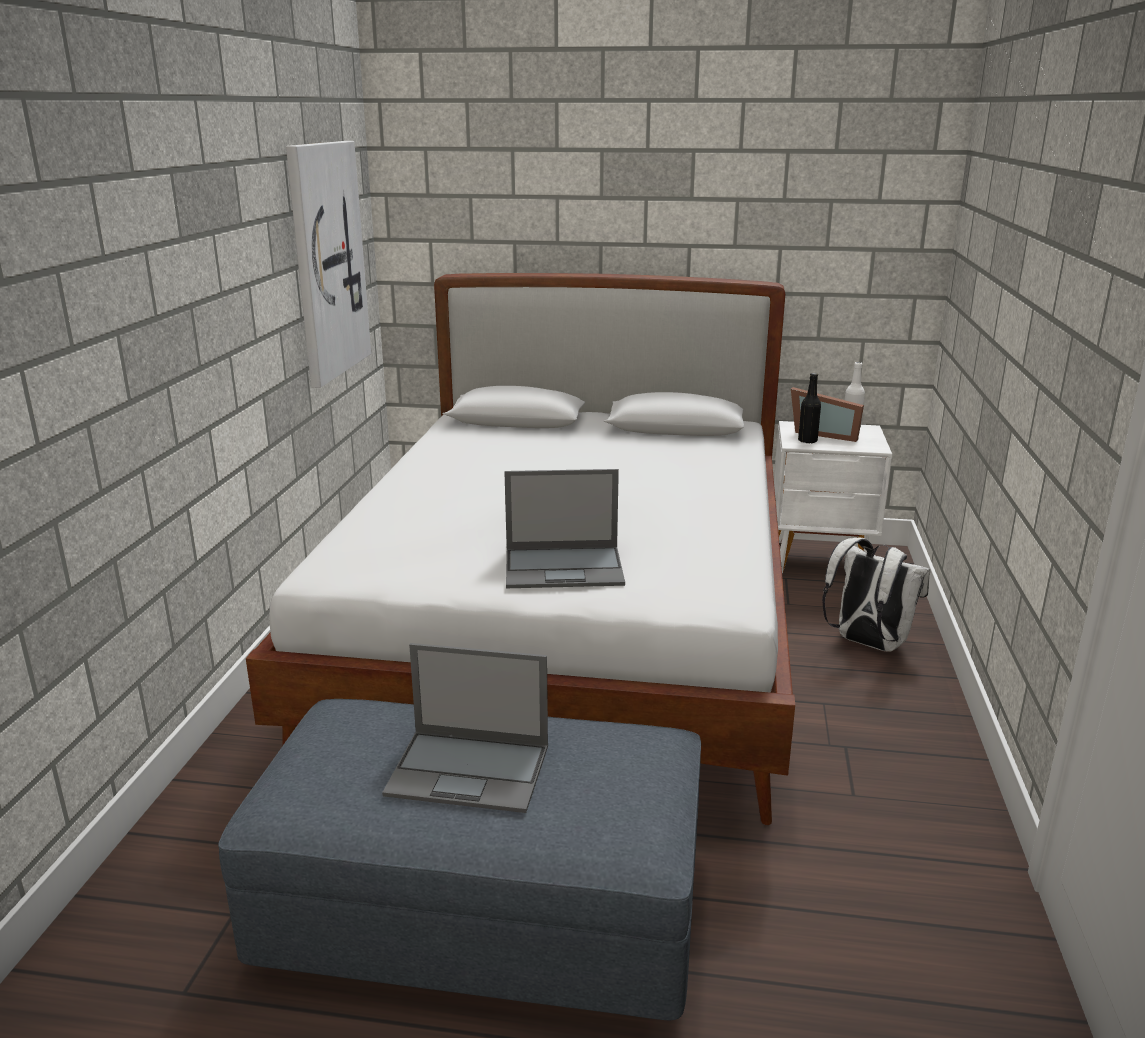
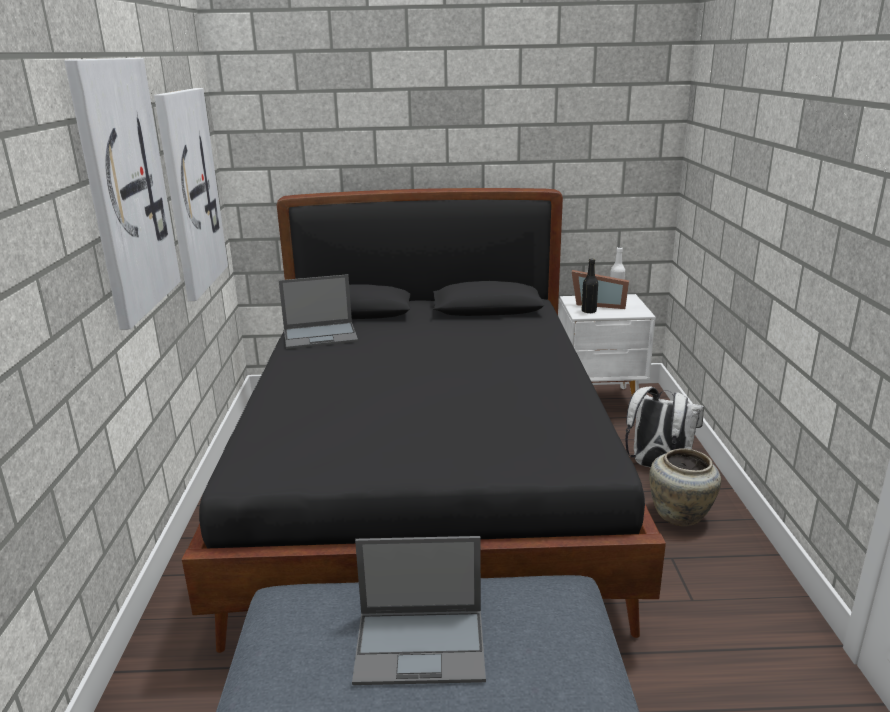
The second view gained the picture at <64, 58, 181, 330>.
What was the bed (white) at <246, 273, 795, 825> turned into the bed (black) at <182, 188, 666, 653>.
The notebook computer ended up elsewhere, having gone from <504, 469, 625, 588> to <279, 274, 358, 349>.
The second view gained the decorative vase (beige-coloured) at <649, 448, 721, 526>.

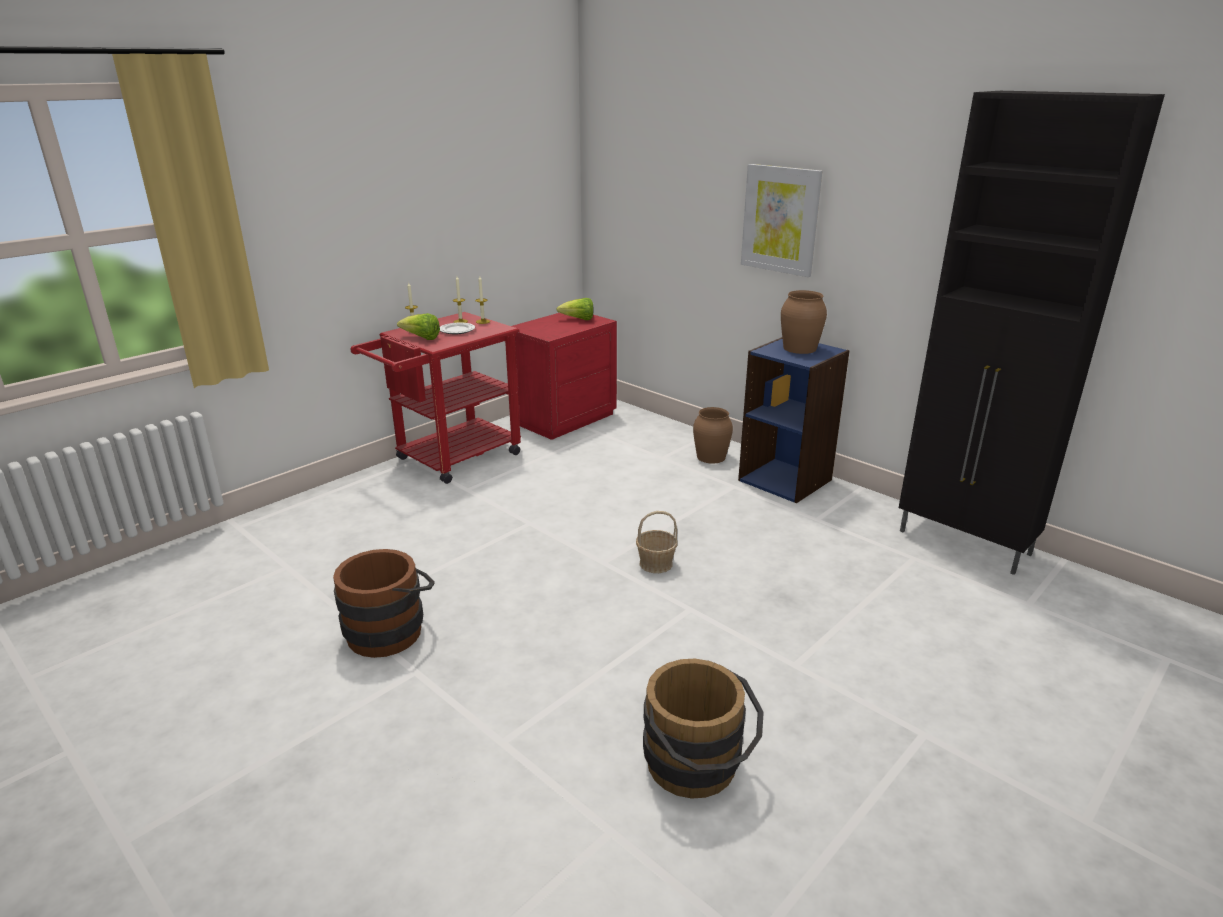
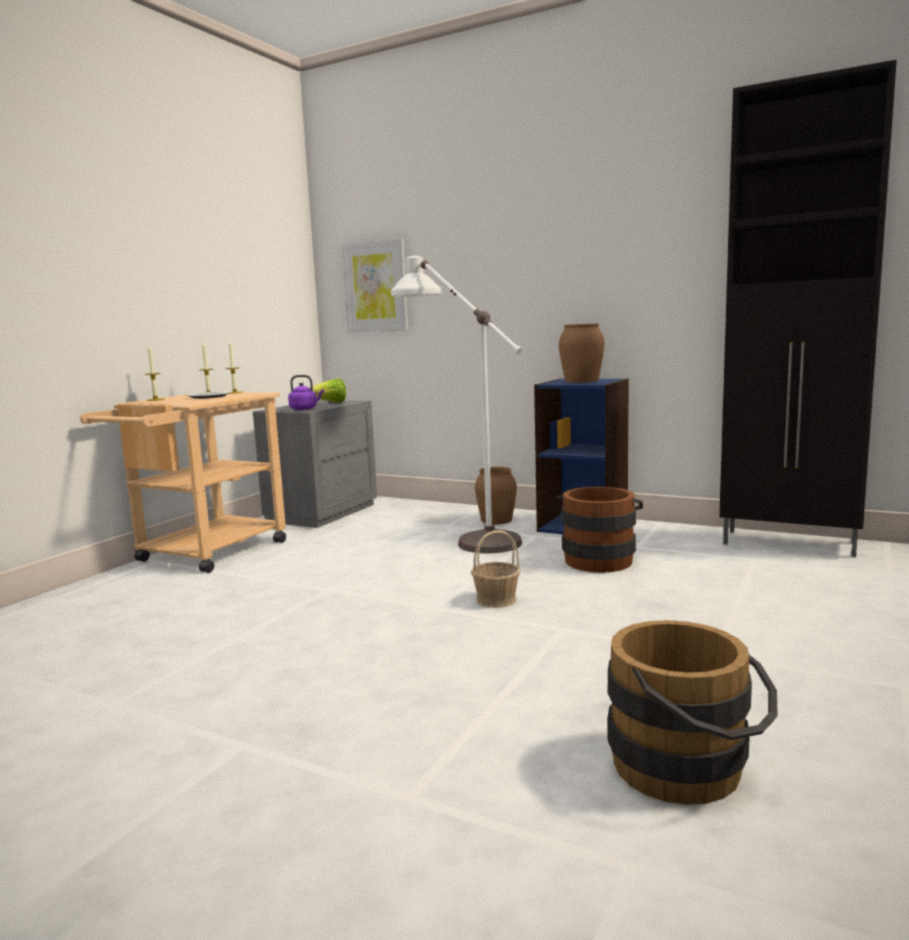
What was the cart (reddish) at <350, 312, 521, 484> turned into the cart (beige-coloured) at <80, 392, 286, 573>.
What was the night table (reddish) at <512, 313, 617, 440> turned into the night table (grey) at <253, 400, 377, 528>.
The second view gained the water kettle (purple) at <288, 375, 324, 410>.
The picture ended up elsewhere, having gone from <741, 164, 822, 277> to <342, 238, 408, 332>.
The second view gained the standing lamp (white) at <391, 256, 522, 553>.
The water bucket (brown-coloured) ended up elsewhere, having gone from <333, 549, 435, 658> to <557, 487, 643, 573>.
The second view lost the lettuce head at <397, 313, 440, 340>.

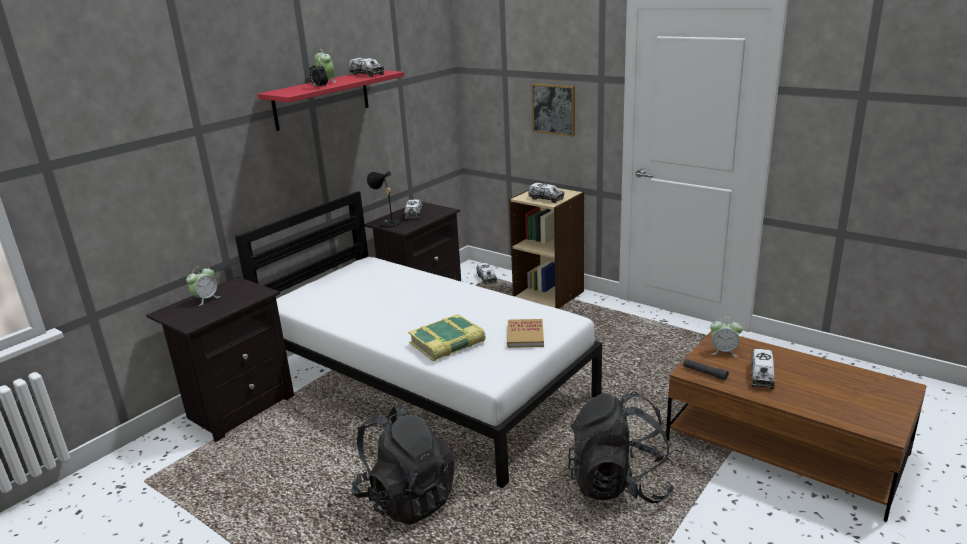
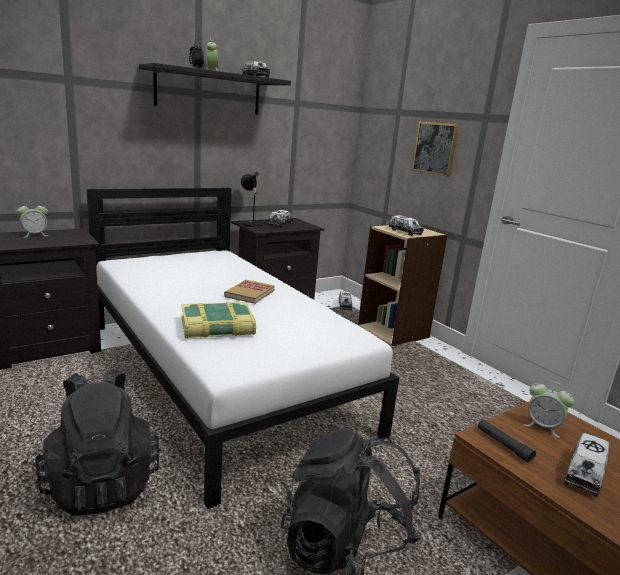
What was the bracket shelf (reddish) at <257, 70, 404, 131> turned into the bracket shelf (black) at <139, 63, 291, 114>.
The bound book ended up elsewhere, having gone from <507, 319, 544, 348> to <224, 280, 275, 304>.

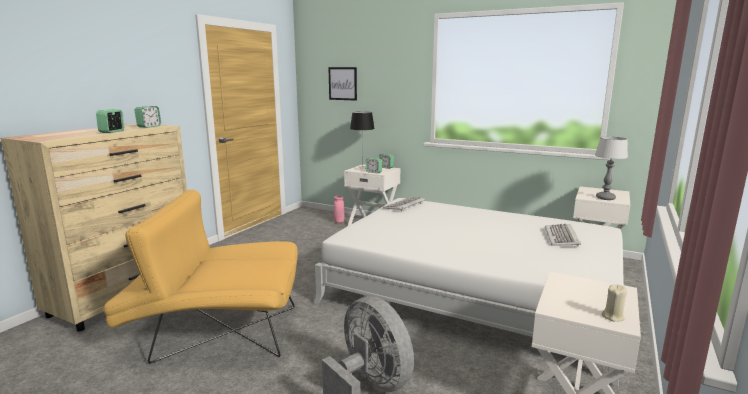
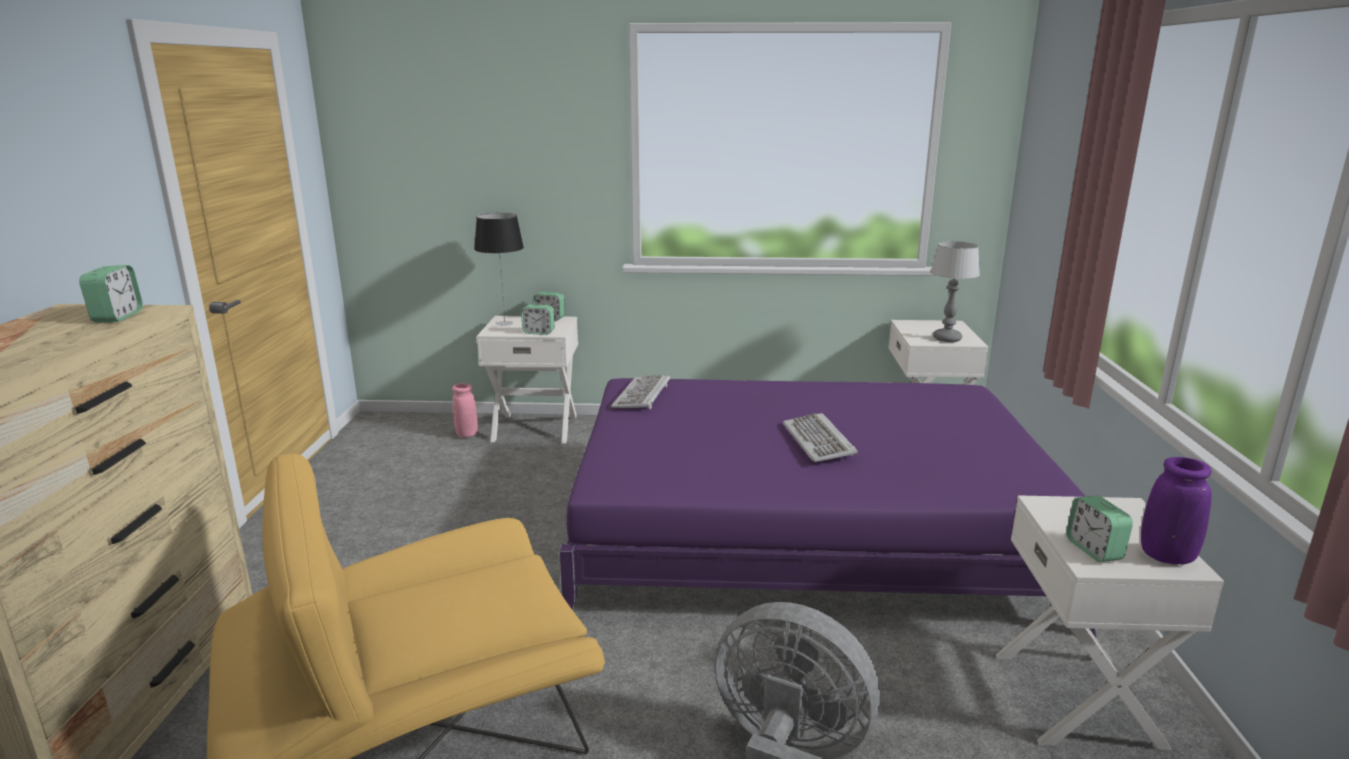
What was the bed (white) at <313, 198, 624, 387> turned into the bed (purple) at <559, 378, 1097, 638>.
The PC keyboard ended up elsewhere, having gone from <545, 224, 581, 247> to <783, 413, 858, 462>.
The bedside clock ended up elsewhere, having gone from <96, 109, 124, 133> to <1066, 495, 1133, 562>.
Where the wax light (beige-coloured) stood at <601, 284, 627, 322>, the decorative vase (purple) came to stand at <1141, 457, 1212, 564>.
The second view lost the picture at <328, 67, 357, 101>.

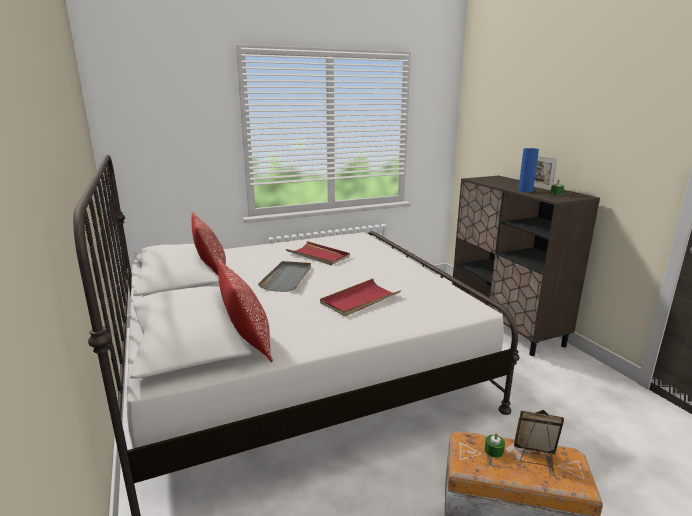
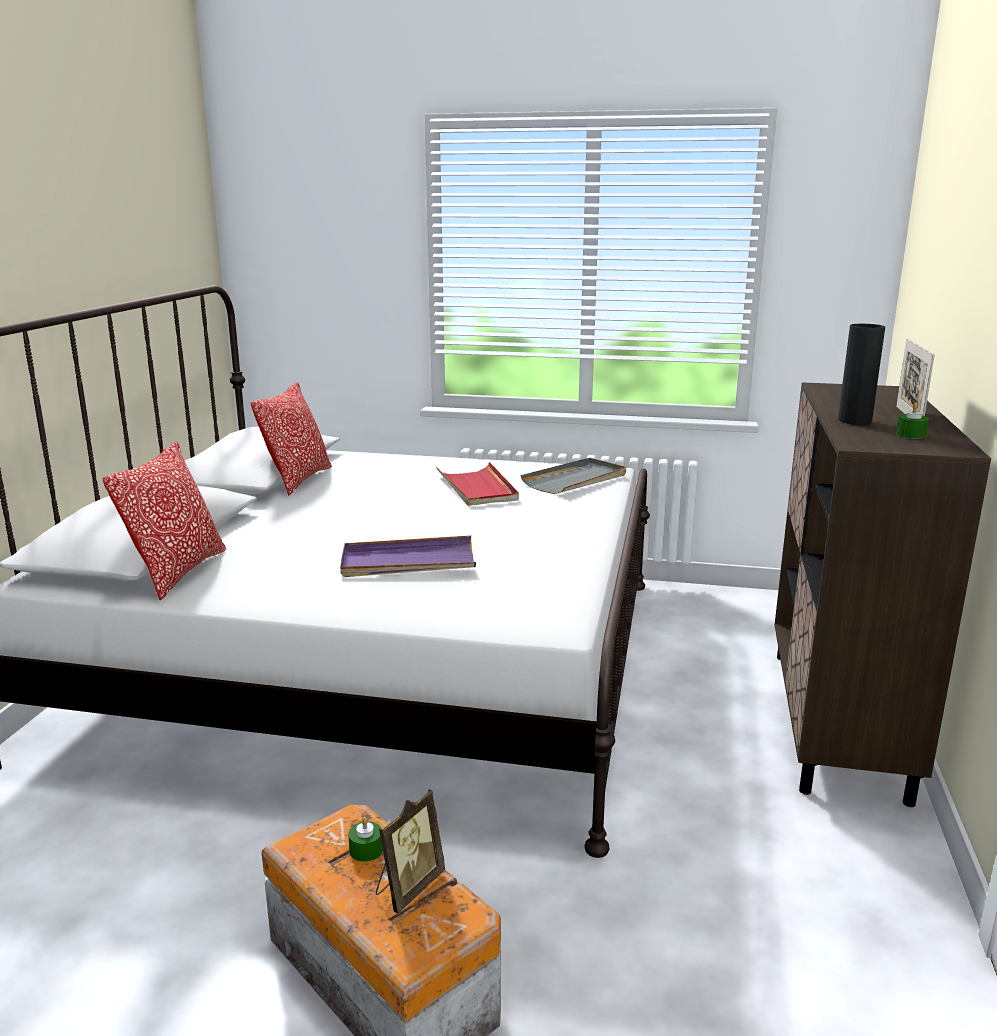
What was the carrying tray (reddish) at <320, 278, 401, 317> turned into the carrying tray (purple) at <340, 535, 476, 577>.
The picture frame at <514, 410, 564, 467> ended up facing another way, 75 degrees clockwise from before.
The carrying tray (grey) ended up elsewhere, having gone from <258, 261, 311, 292> to <520, 458, 626, 494>.
What was the decorative vase (blue) at <518, 148, 539, 192> turned into the decorative vase (black) at <838, 324, 885, 425>.

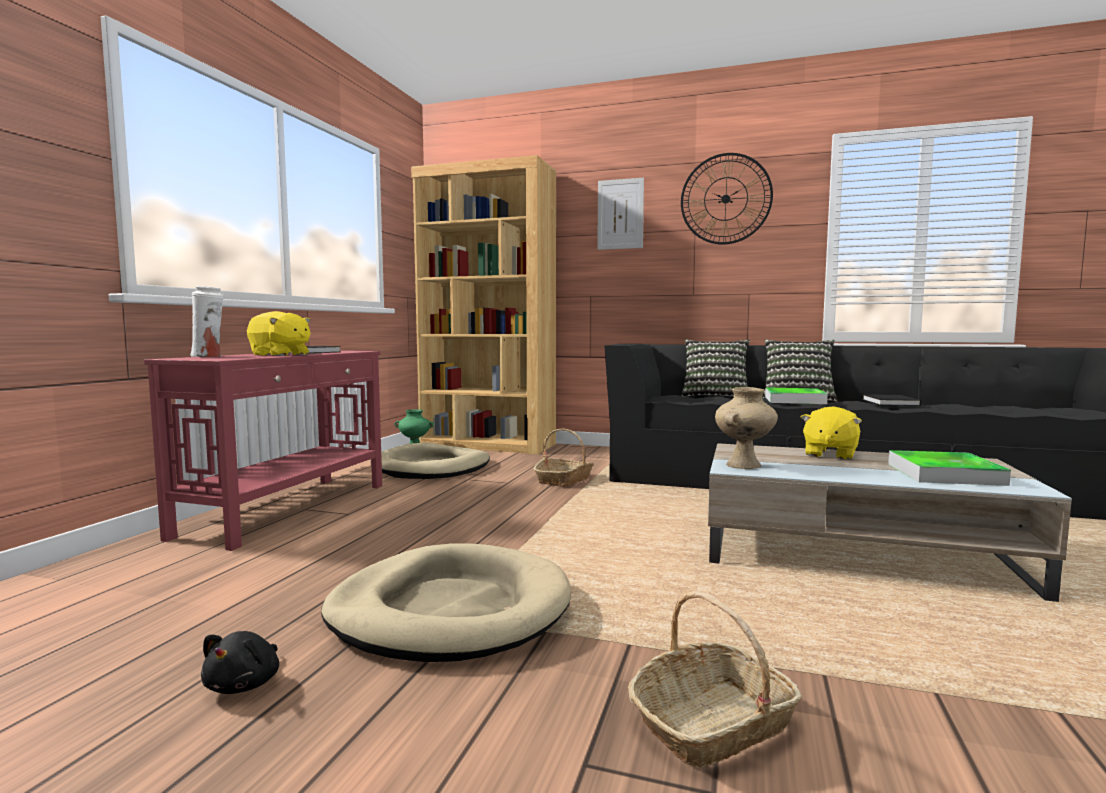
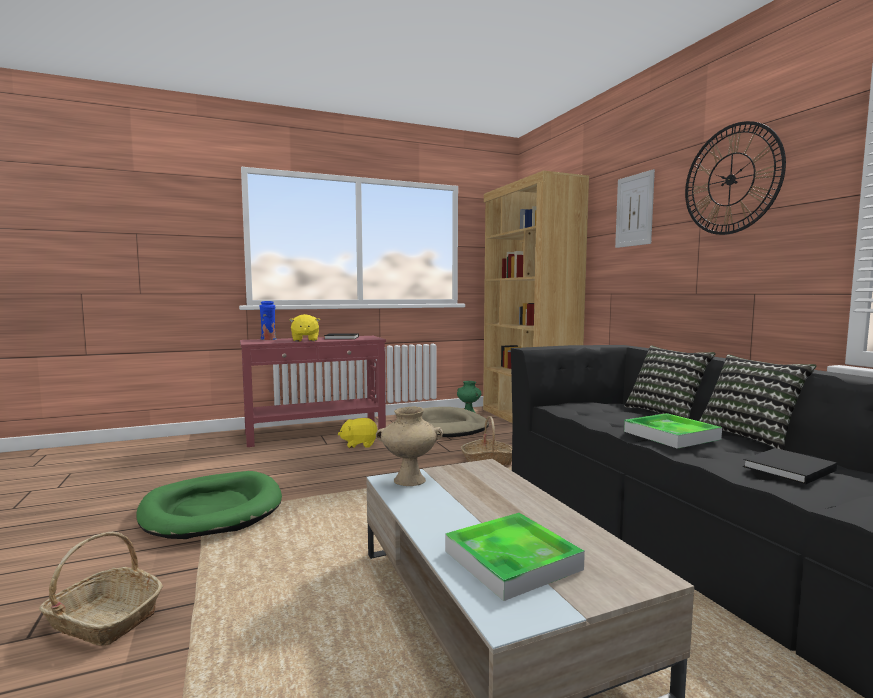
What was the dog bed (beige-coloured) at <321, 543, 571, 662> turned into the dog bed (green) at <137, 471, 282, 539>.
What was the decorative vase (white) at <190, 286, 224, 357> turned into the decorative vase (blue) at <259, 301, 277, 340>.
The soft toy (yellow-coloured) ended up elsewhere, having gone from <801, 406, 862, 460> to <338, 418, 378, 448>.
The second view lost the soft toy (black) at <201, 631, 279, 694>.

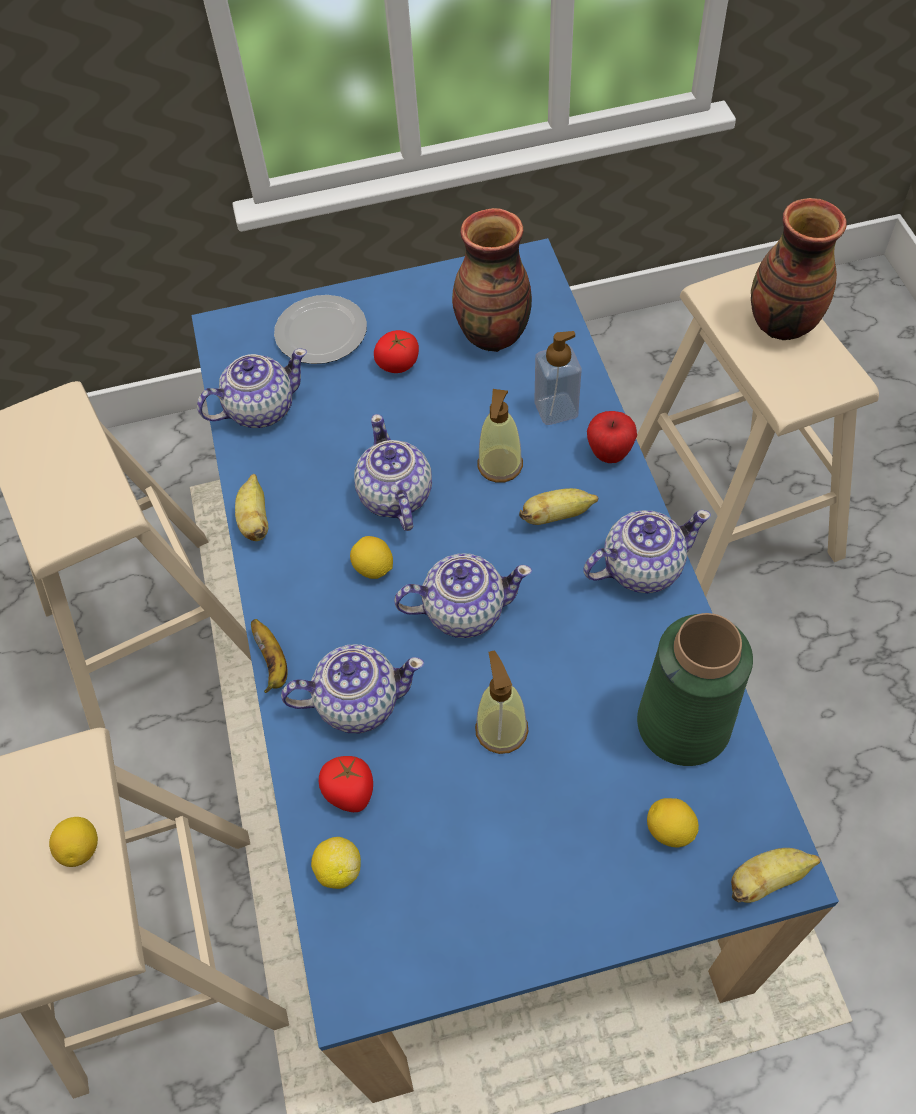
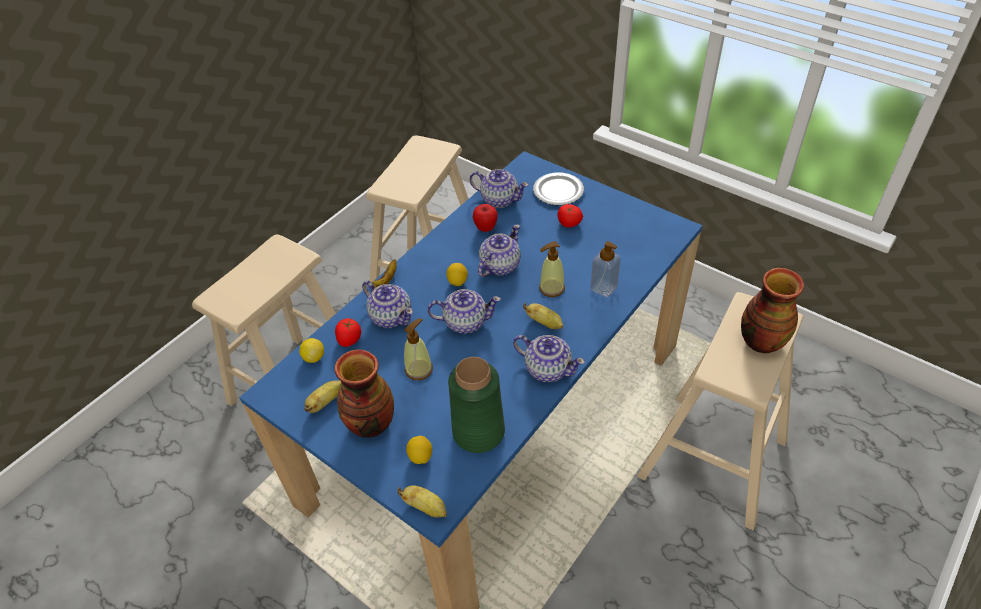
The whole banana ended up elsewhere, having gone from <235, 474, 268, 541> to <304, 380, 341, 413>.
The decorative vase ended up elsewhere, having gone from <452, 208, 532, 352> to <334, 349, 394, 438>.
The tea pot at <394, 554, 532, 638> ended up facing another way, 45 degrees counterclockwise from before.
The apple fruit ended up elsewhere, having gone from <587, 411, 637, 463> to <473, 204, 498, 232>.
The second view lost the lemon at <49, 817, 98, 867>.

